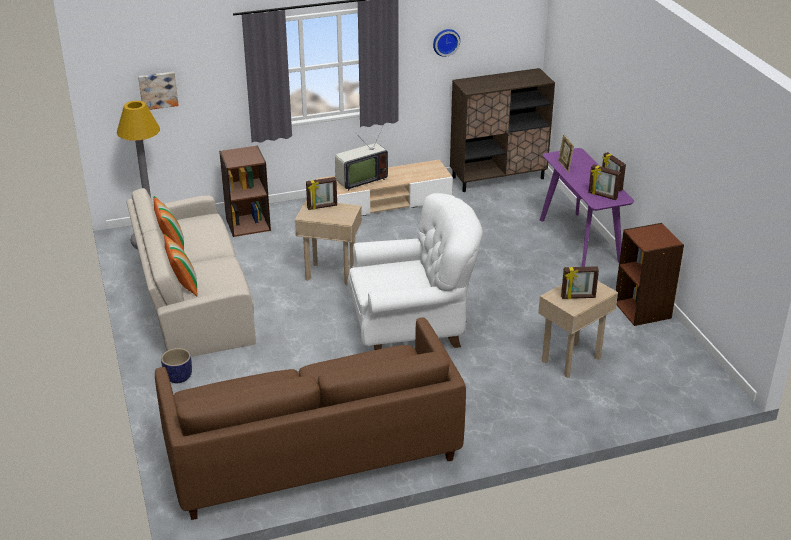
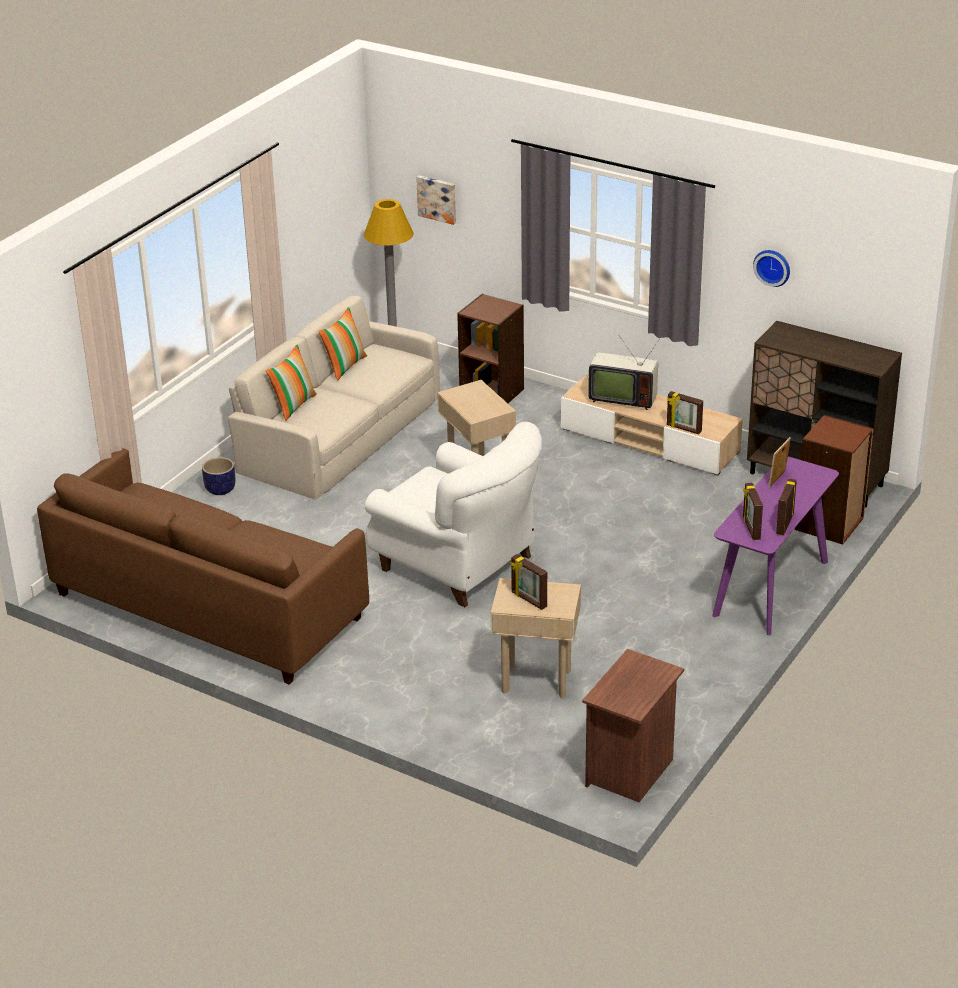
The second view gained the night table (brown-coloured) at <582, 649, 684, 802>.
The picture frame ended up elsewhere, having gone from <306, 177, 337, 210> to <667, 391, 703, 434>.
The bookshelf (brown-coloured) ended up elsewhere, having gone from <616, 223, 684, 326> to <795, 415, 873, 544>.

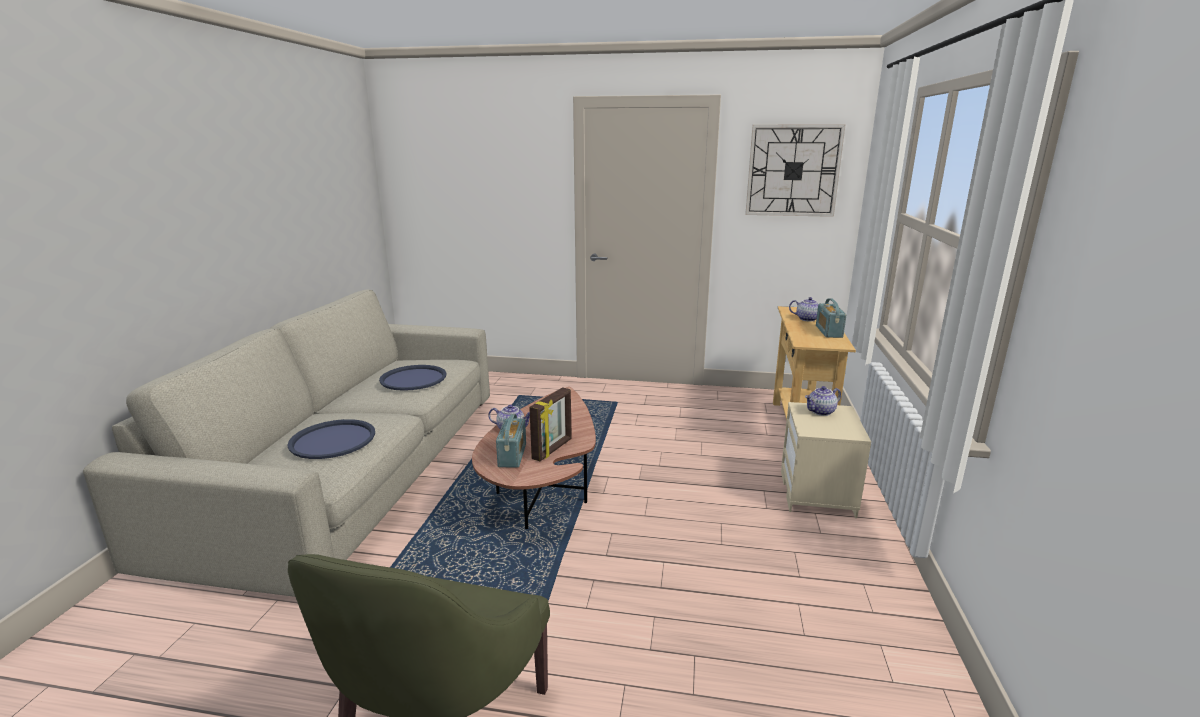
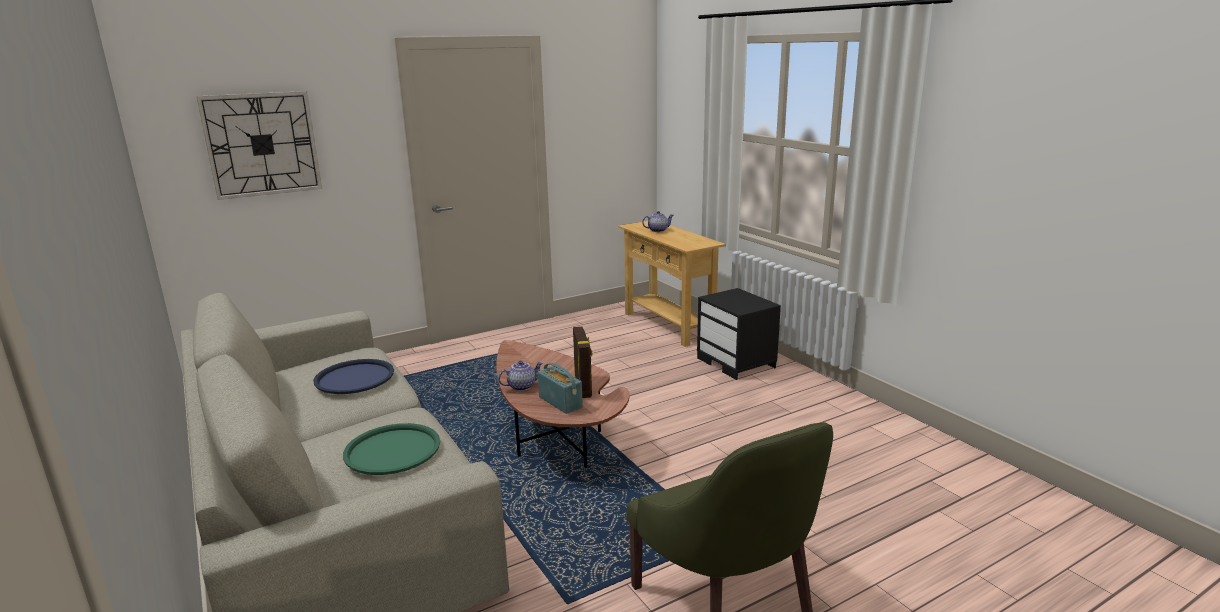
The wall clock ended up elsewhere, having gone from <745, 124, 846, 217> to <196, 91, 322, 200>.
What was the carrying tray (blue) at <287, 419, 375, 459> turned into the carrying tray (green) at <343, 423, 440, 475>.
What was the night table (beige-coloured) at <781, 402, 871, 518> turned into the night table (black) at <697, 288, 781, 380>.
The second view lost the tea pot at <805, 386, 841, 416>.
The second view lost the radio receiver at <816, 298, 846, 338>.

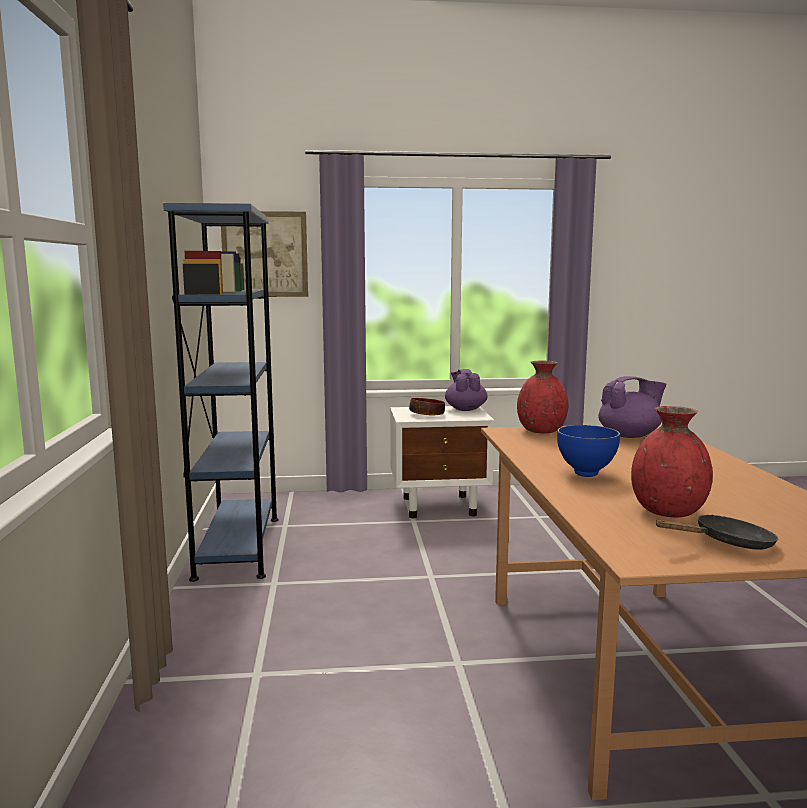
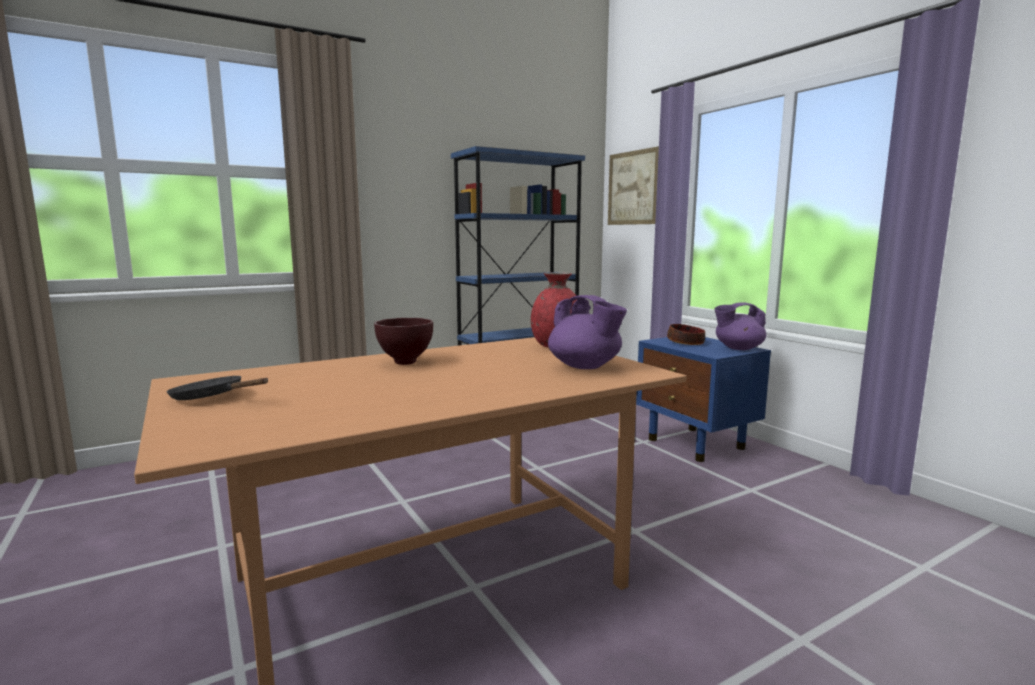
The pan (black) at <655, 515, 778, 550> ended up facing another way, 150 degrees clockwise from before.
What was the deep dish (blue) at <557, 425, 620, 477> turned into the deep dish (brown-coloured) at <374, 318, 433, 365>.
What was the night table (white) at <390, 406, 494, 518> turned into the night table (blue) at <636, 337, 771, 462>.
The tea pot (purple) at <445, 369, 488, 411> ended up facing another way, 150 degrees counterclockwise from before.
The second view lost the decorative vase (reddish) at <631, 406, 713, 517>.

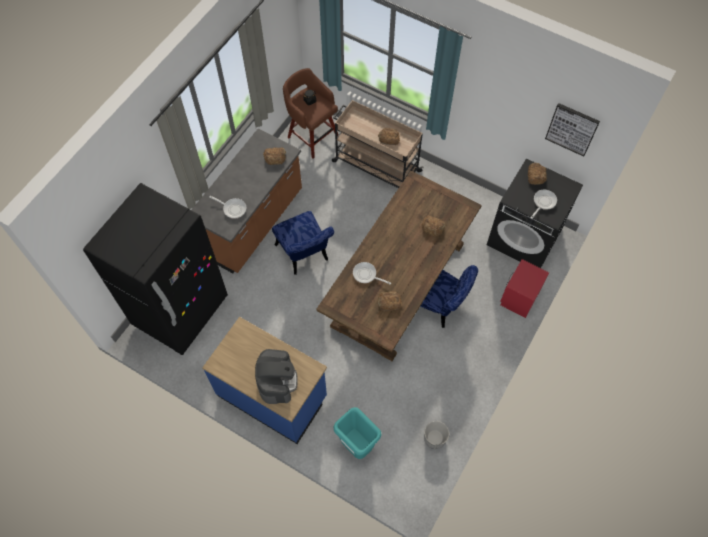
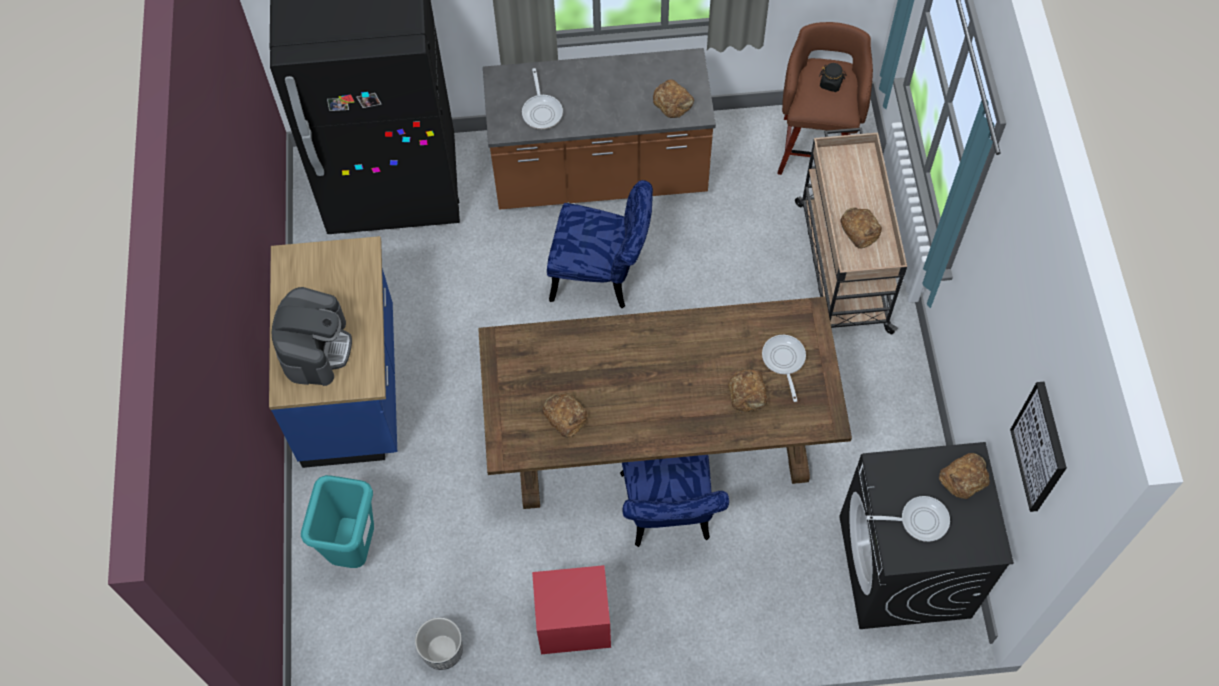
The coffee brewer at <255, 349, 298, 404> ended up facing another way, 45 degrees counterclockwise from before.
The night table (reddish) ended up elsewhere, having gone from <500, 259, 549, 318> to <532, 565, 611, 654>.
The plain chair (blue) at <272, 211, 334, 275> ended up facing another way, 105 degrees counterclockwise from before.
The pan ended up elsewhere, having gone from <353, 262, 391, 285> to <762, 335, 806, 402>.

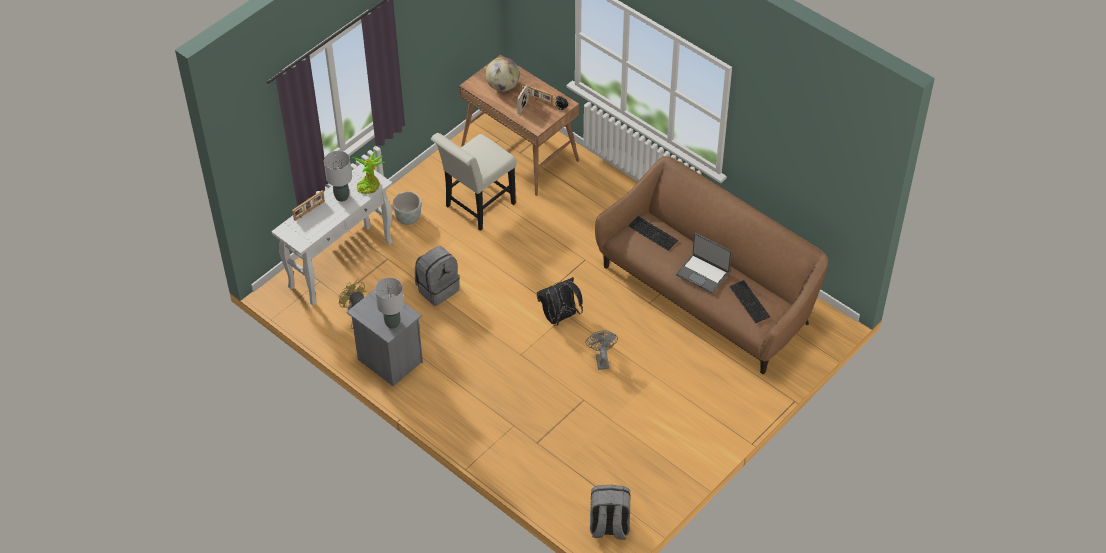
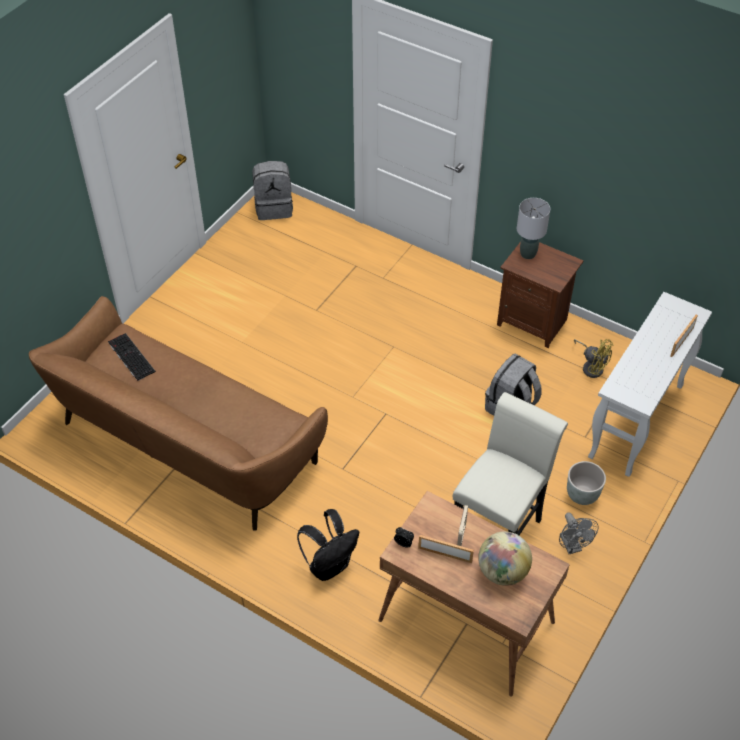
The knapsack (black) ended up elsewhere, having gone from <537, 277, 583, 326> to <297, 509, 359, 581>.
What was the night table (grey) at <347, 289, 423, 386> turned into the night table (brown-coloured) at <497, 241, 584, 348>.
The cooling fan (grey) ended up elsewhere, having gone from <585, 330, 618, 370> to <559, 512, 598, 554>.
The second view lost the table lamp (grey) at <324, 151, 352, 202>.
The second view lost the plant in a pot at <352, 151, 386, 194>.
The second view lost the PC keyboard at <628, 216, 678, 250>.
The second view lost the notebook computer at <676, 233, 732, 293>.

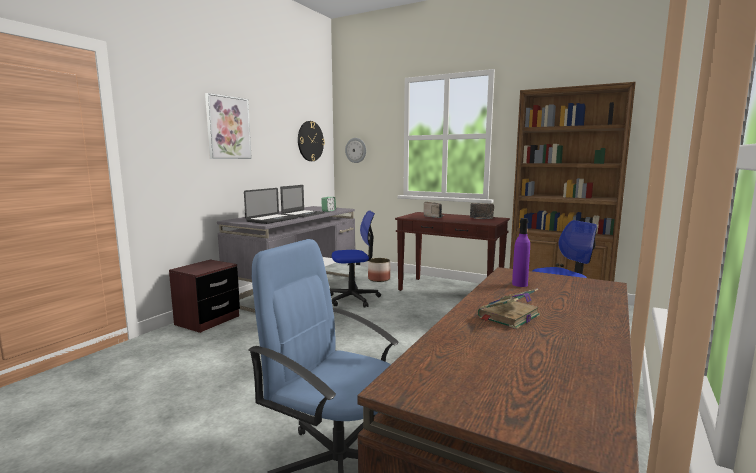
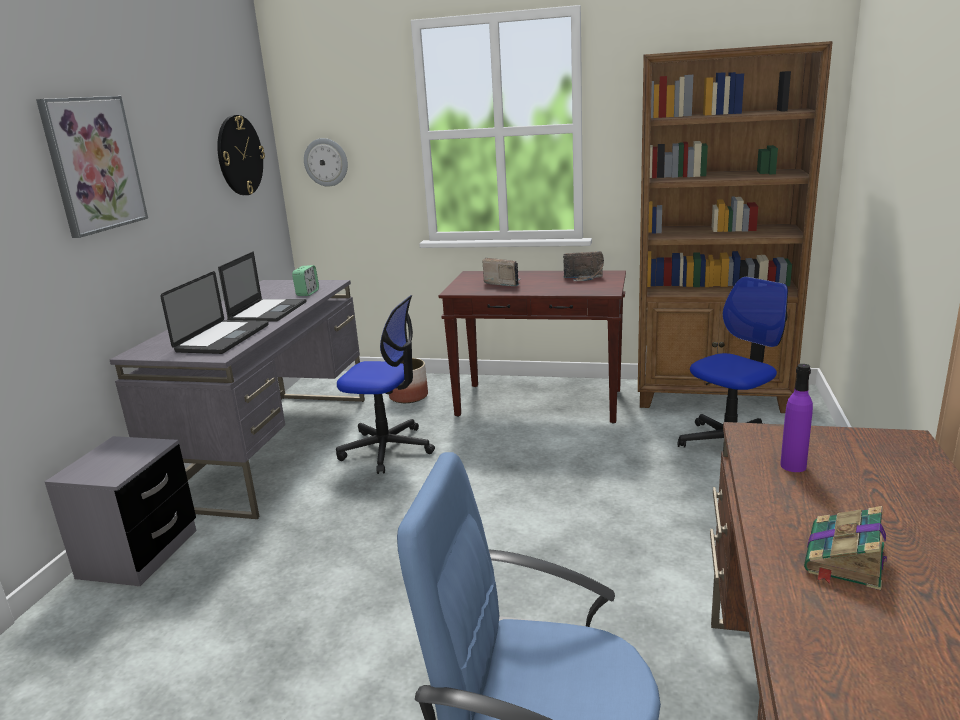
What was the night table (brown-coloured) at <169, 260, 240, 333> turned into the night table (grey) at <45, 436, 196, 586>.
The computer chair at <330, 210, 381, 308> ended up facing another way, 45 degrees clockwise from before.

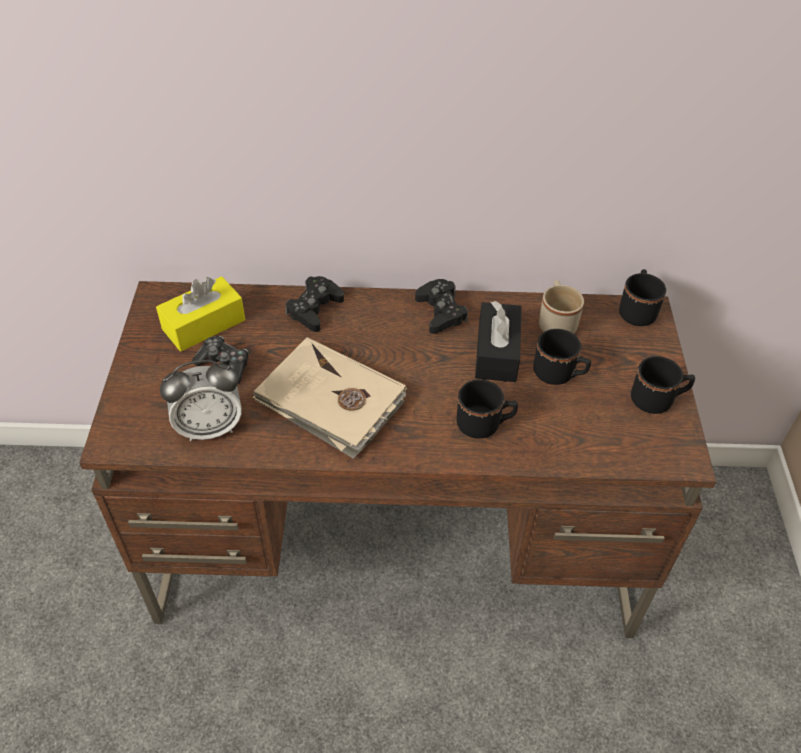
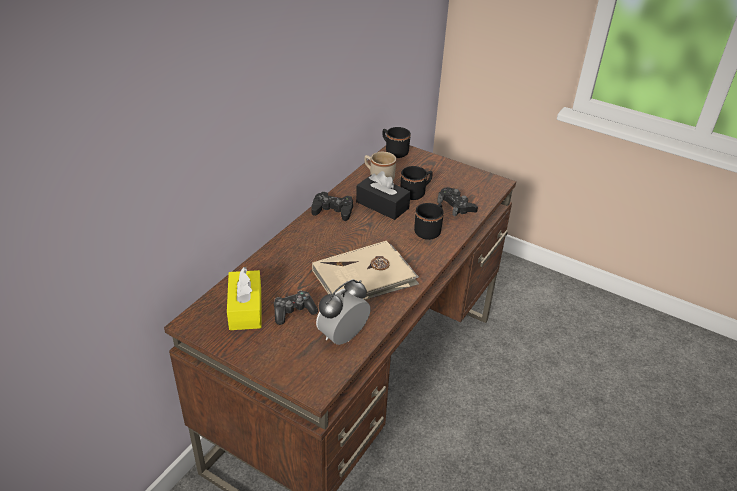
The bedside clock at <160, 360, 242, 441> ended up facing another way, 150 degrees counterclockwise from before.
The gamepad (black) ended up elsewhere, having gone from <285, 276, 344, 332> to <437, 187, 478, 217>.
The second view lost the mug (black) at <631, 356, 695, 414>.

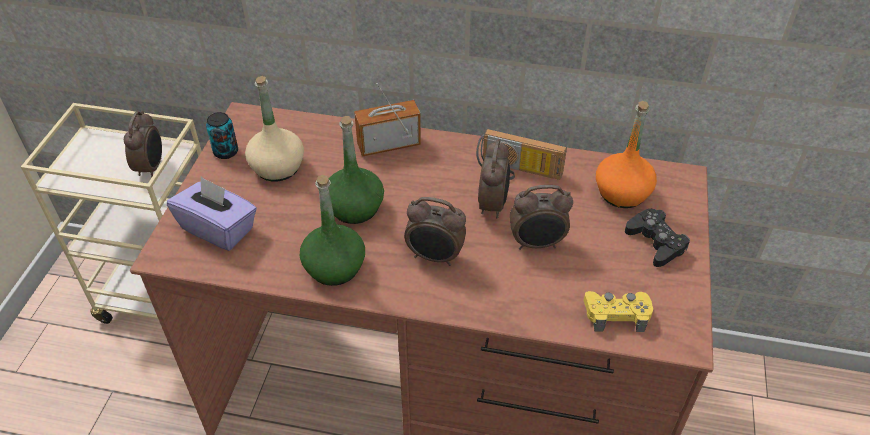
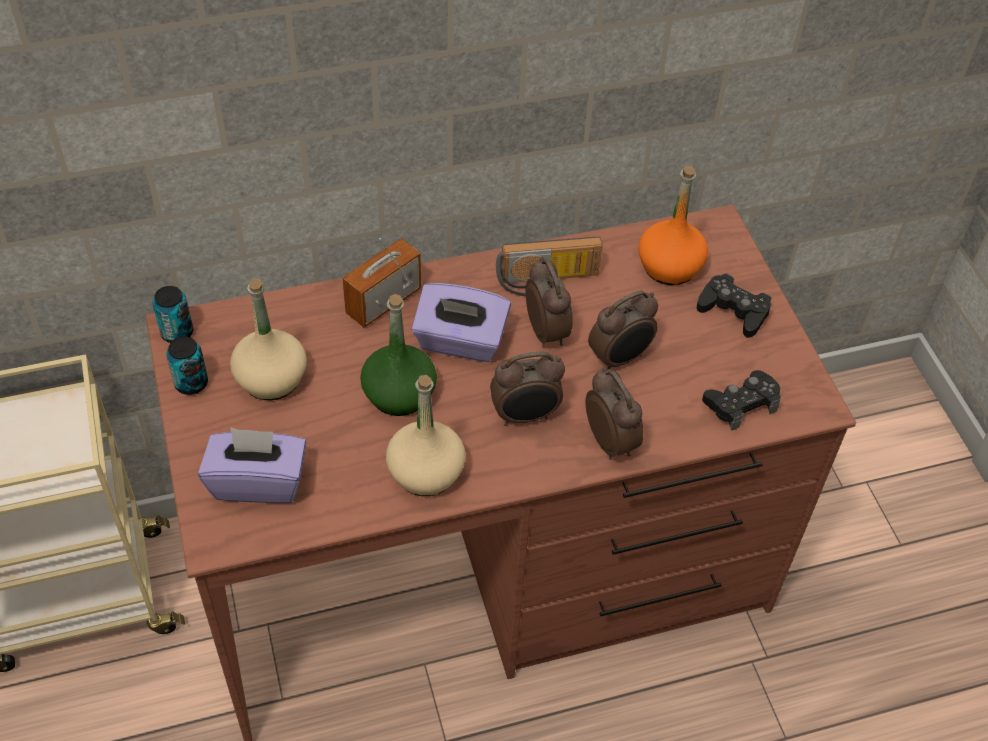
The second view gained the can at <153, 286, 193, 343>.
What was the bottle (green) at <300, 175, 365, 286> turned into the bottle (beige-coloured) at <386, 375, 465, 496>.
The second view gained the tissue box (purple) at <412, 283, 511, 362>.
The bedside clock ended up elsewhere, having gone from <124, 110, 162, 178> to <585, 366, 643, 460>.
What was the gamepad (yellow-coloured) at <584, 291, 653, 332> turned into the gamepad (black) at <702, 370, 781, 430>.

